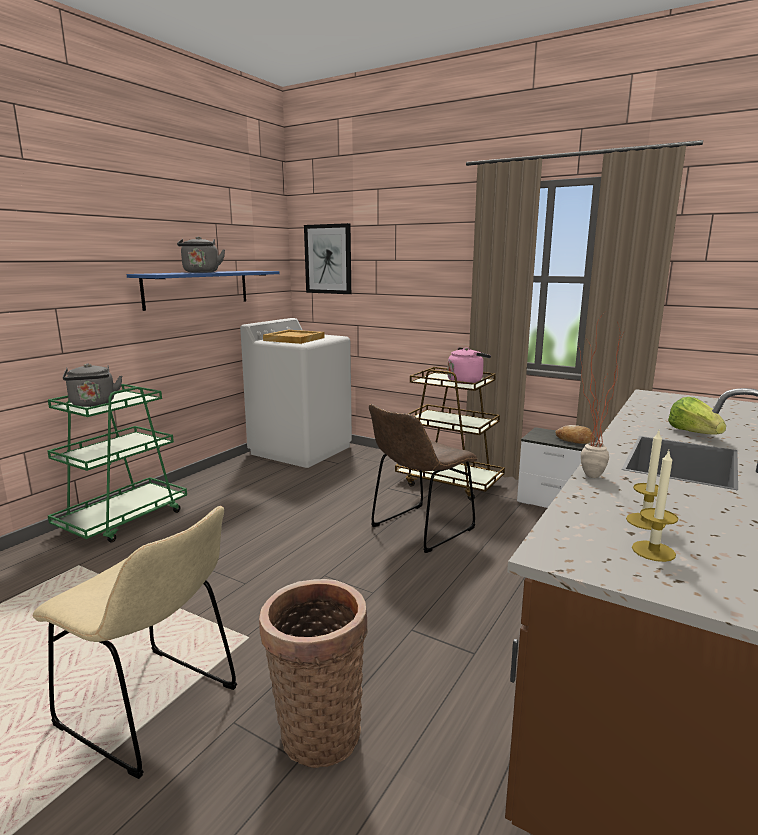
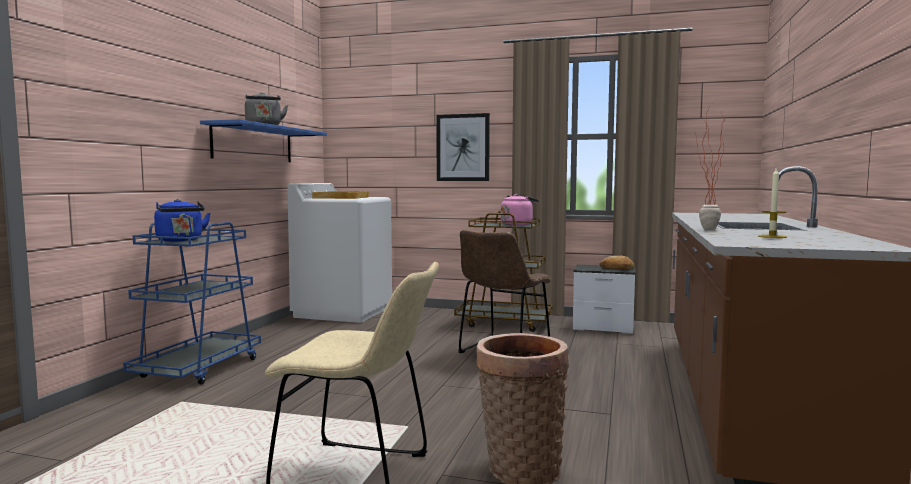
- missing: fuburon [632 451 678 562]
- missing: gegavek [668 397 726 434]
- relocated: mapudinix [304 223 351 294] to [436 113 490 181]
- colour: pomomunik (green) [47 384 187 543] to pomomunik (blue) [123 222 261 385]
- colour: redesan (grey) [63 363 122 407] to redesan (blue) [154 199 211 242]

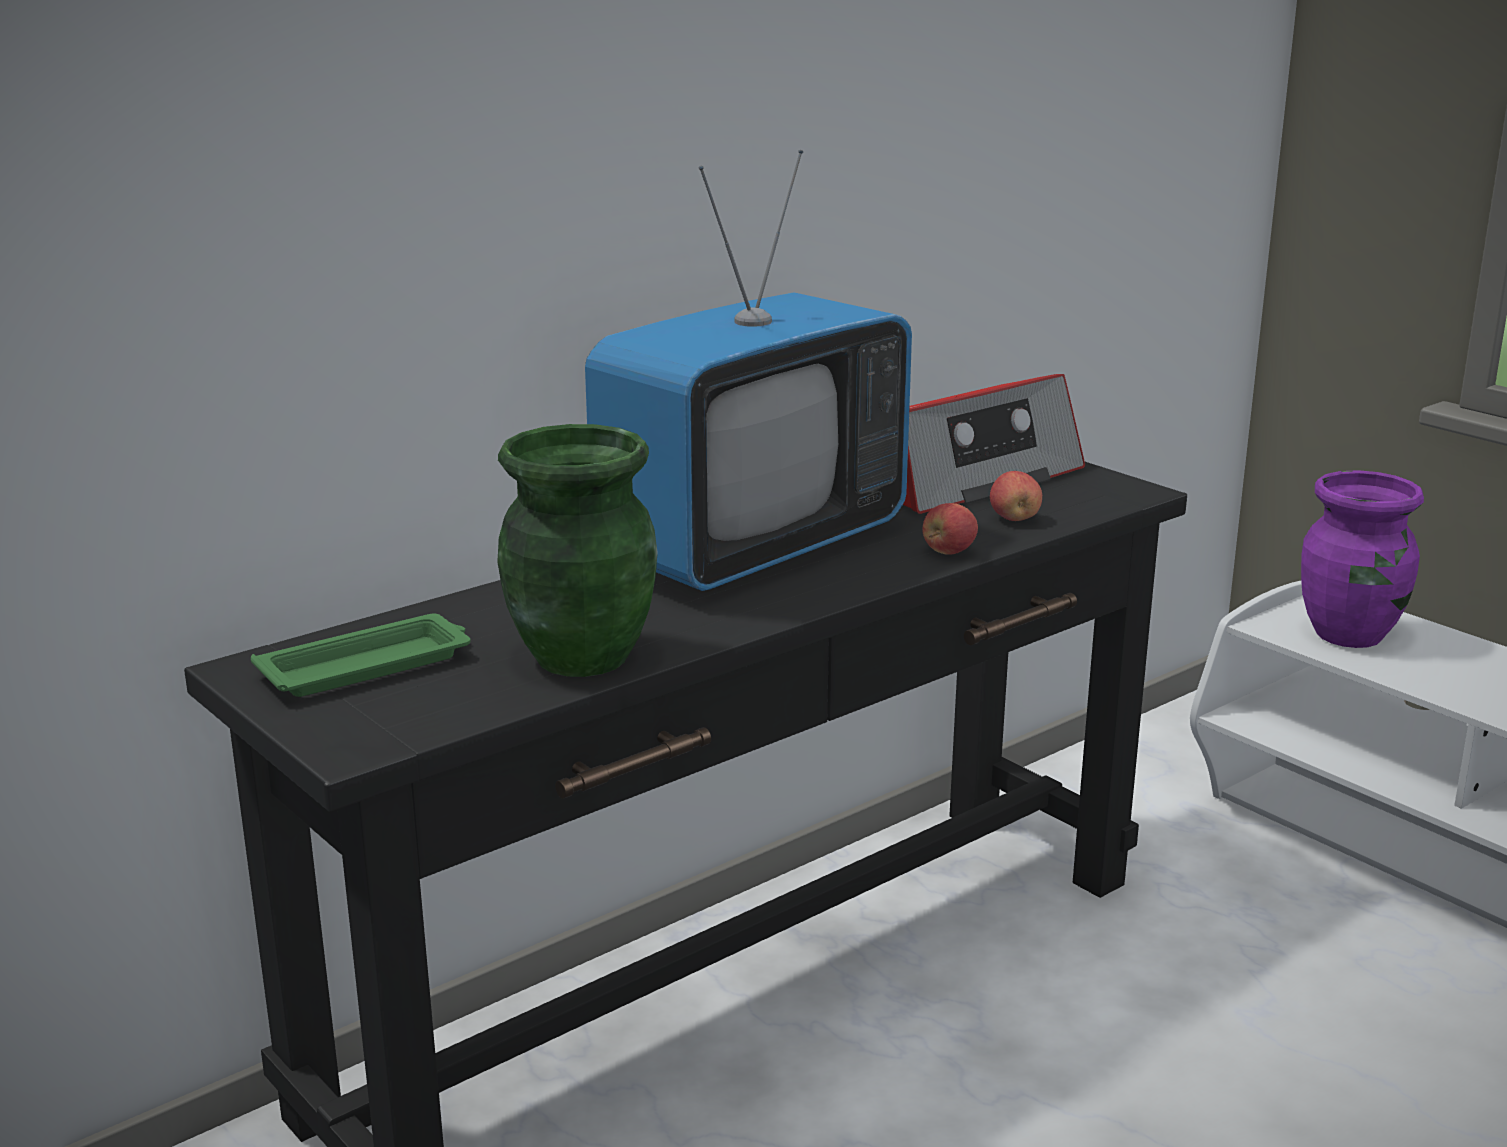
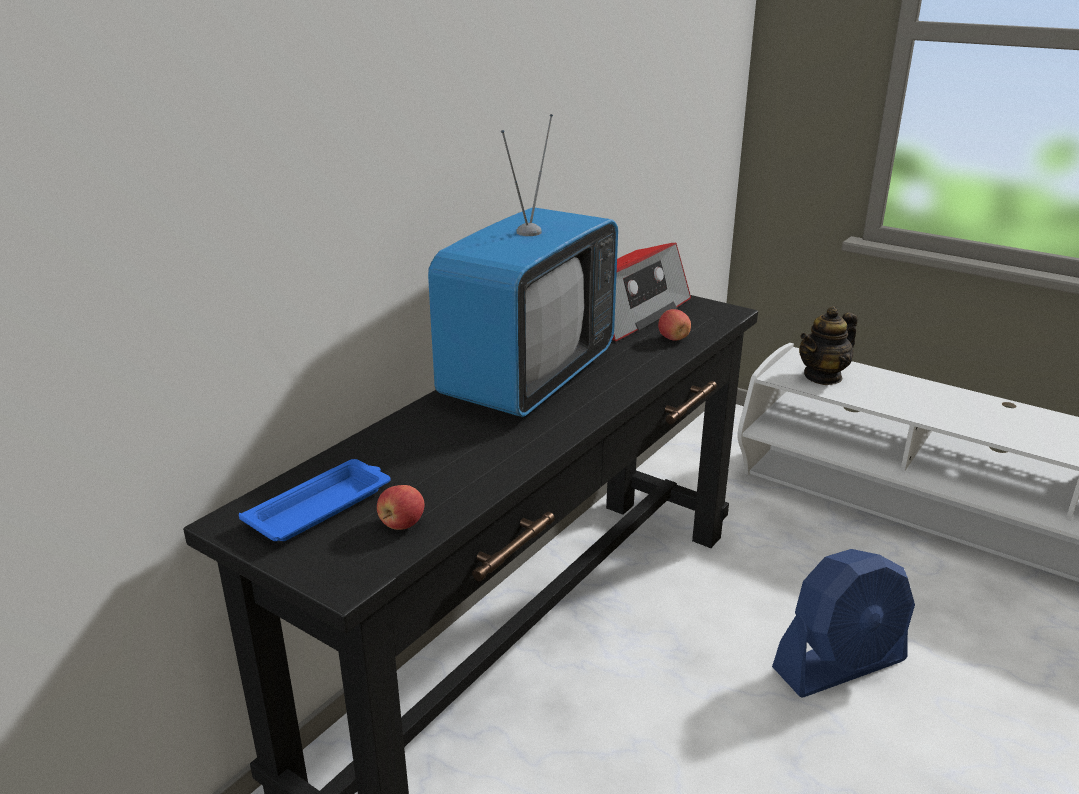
- missing: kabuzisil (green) [497 424 658 677]
- appeared: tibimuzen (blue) [772 549 915 697]
- relocated: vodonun [922 503 978 555] to [377 485 425 530]
- exchanged: kabuzisil (purple) [1301 470 1424 648] to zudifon [799 306 857 385]
- colour: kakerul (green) [251 614 471 697] to kakerul (blue) [239 459 391 541]

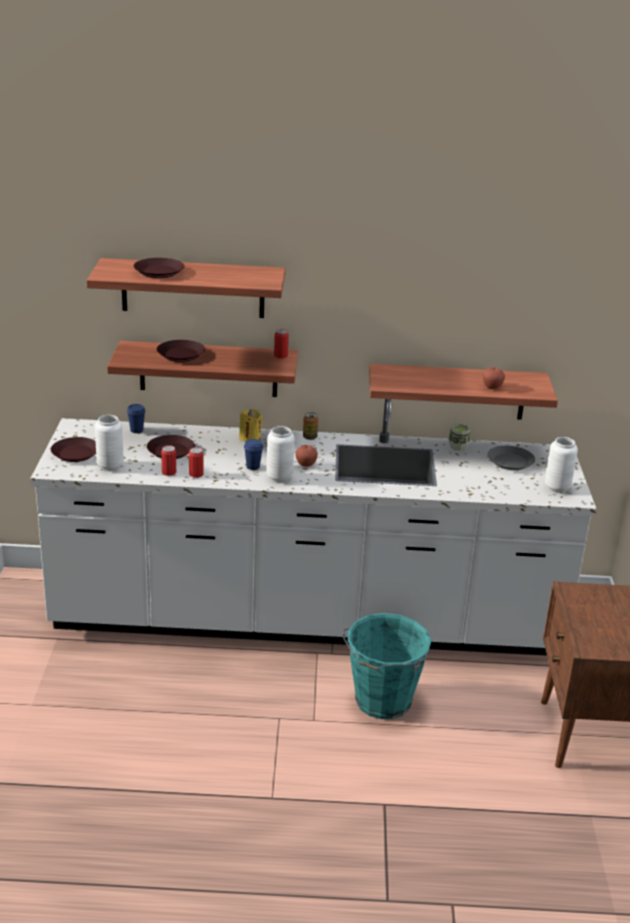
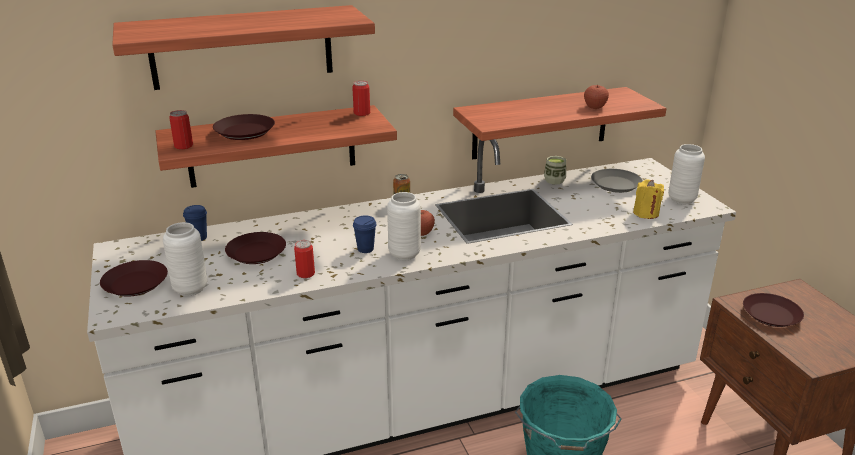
- relocated: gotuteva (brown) [134 258 184 278] to [743 293 804 327]
- relocated: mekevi [161 445 176 476] to [169 110 193 149]
- relocated: fuburon (yellow) [239 409 262 442] to [633 179 664 219]

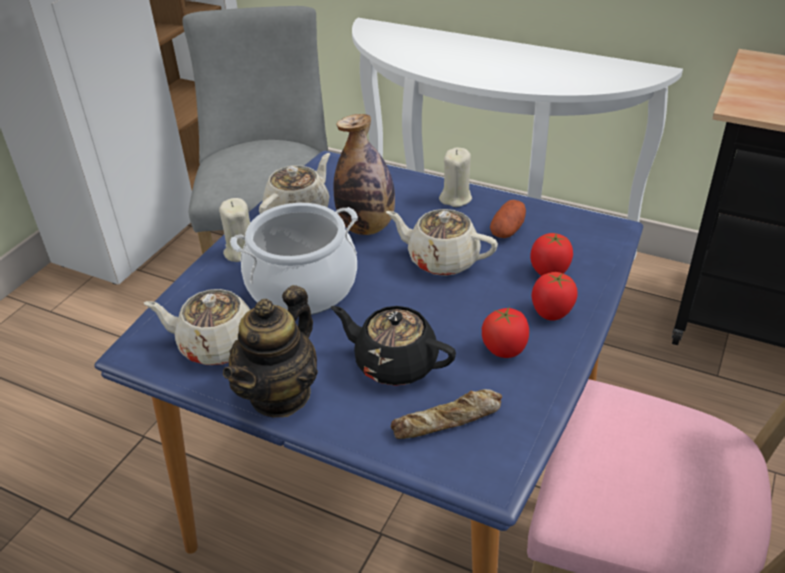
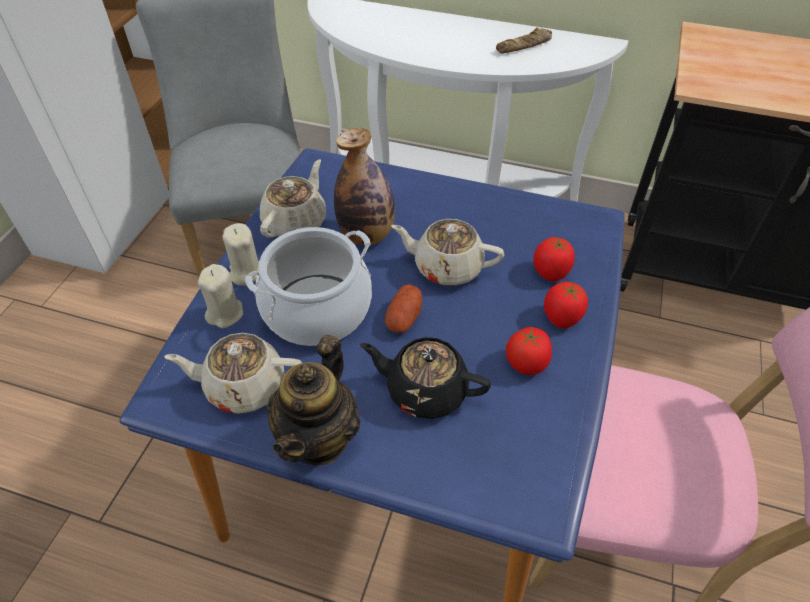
- relocated: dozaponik [391 389 502 439] to [496 27 552 54]
- relocated: fuburon (beige) [439 147 472 207] to [198 264 243 328]
- relocated: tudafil [490 200 526 238] to [385 284 422 333]

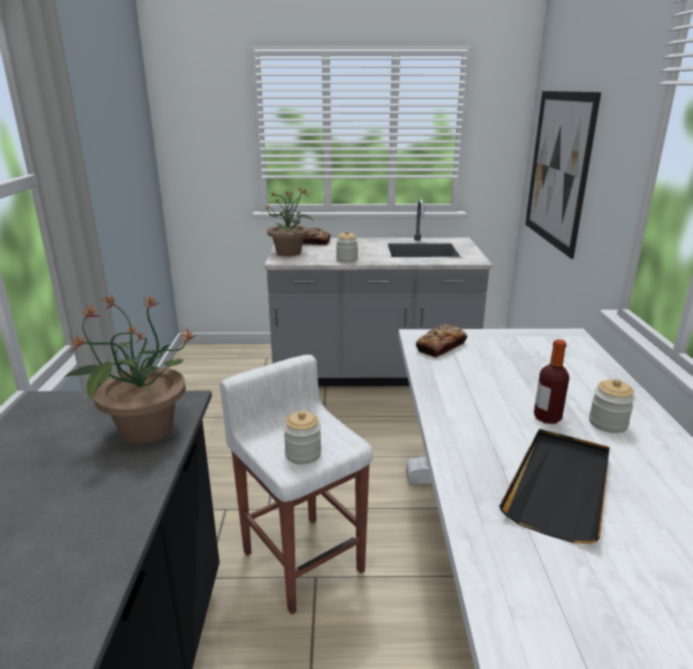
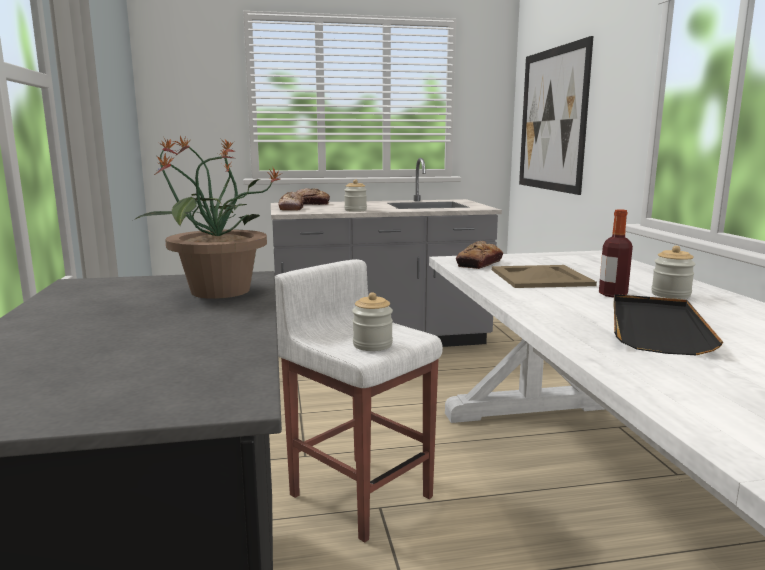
- appeared: kakerul (beige) [492 265 597 288]
- exchanged: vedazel [265 186 313 256] to dozaponik [278 192 305 211]

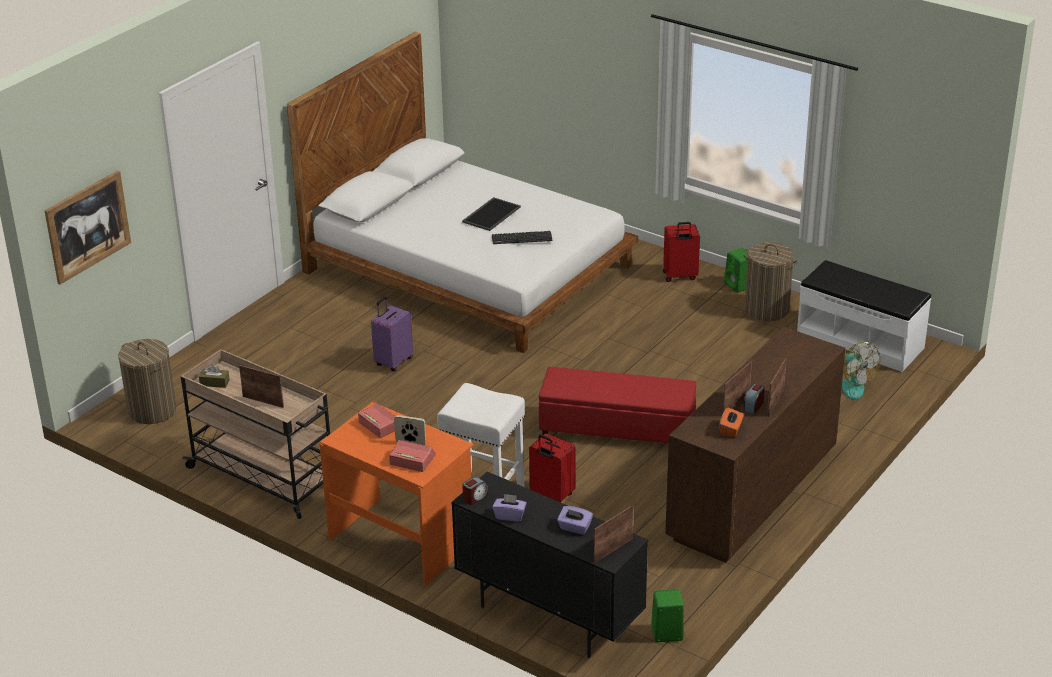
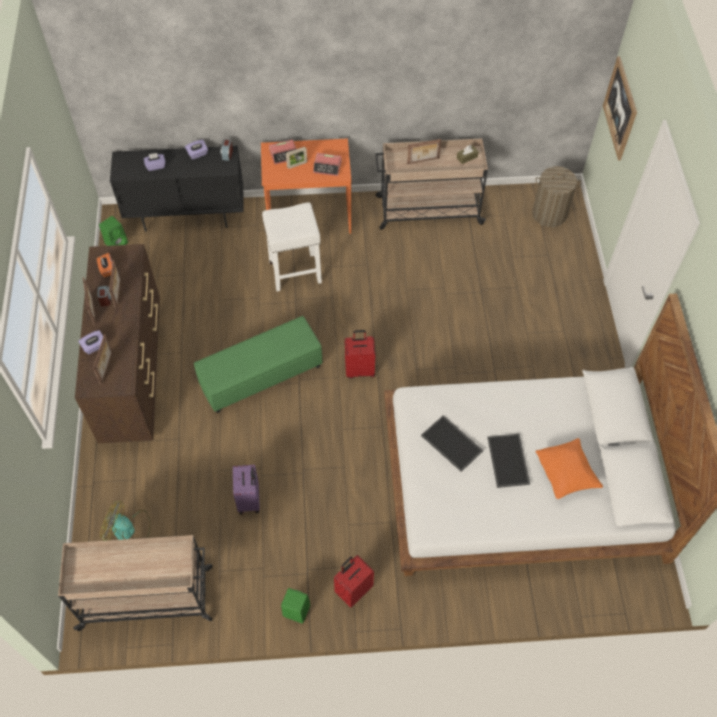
- missing: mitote [743 242 798 321]
- appeared: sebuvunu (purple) [78 330 103 354]
- appeared: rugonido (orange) [535 438 603 499]
- relocated: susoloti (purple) [371 296 413 371] to [233 464 260 515]
- relocated: susoloti (red) [529 433 576 503] to [345 330 375 379]
- relocated: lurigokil [594 505 634 563] to [93 334 112 385]
- exchanged: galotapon [492 231 553 244] to kakerul [421 415 484 472]
- exchanged: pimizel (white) [797 260 931 372] to pomomunik (beige) [58 535 213 631]
- colour: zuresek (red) [539 367 697 443] to zuresek (green) [194 316 322 413]

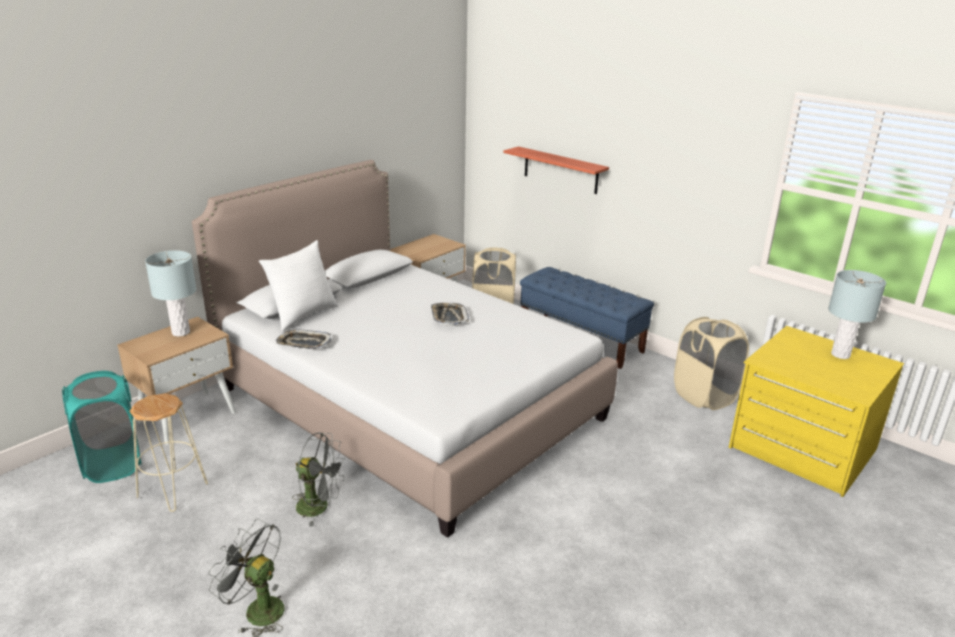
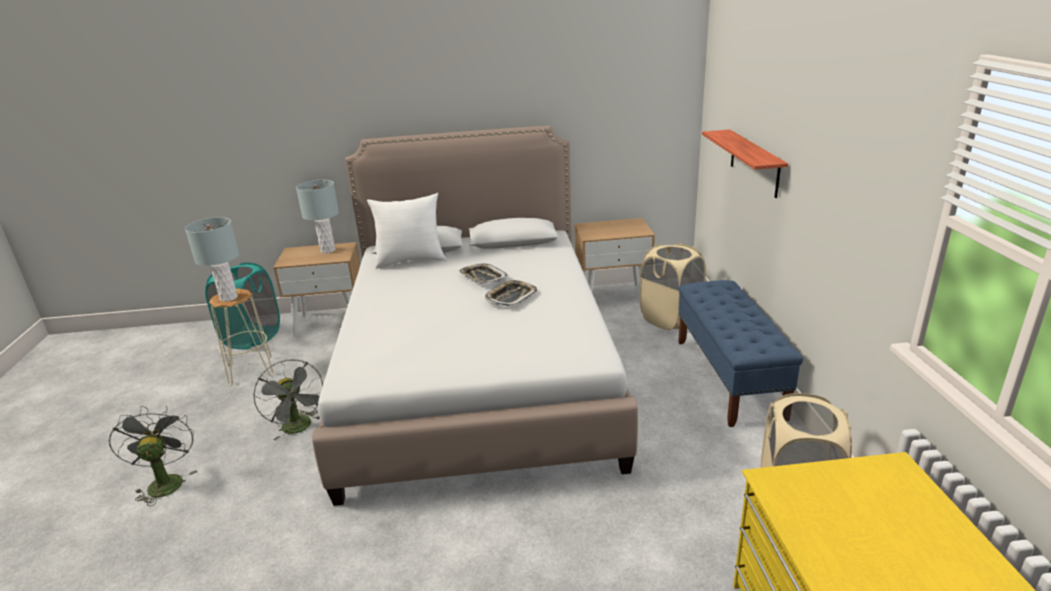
- relocated: kakerul [276 329 331 349] to [459 264 508 284]
- relocated: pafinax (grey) [828 270 886 359] to [185 217 239 302]

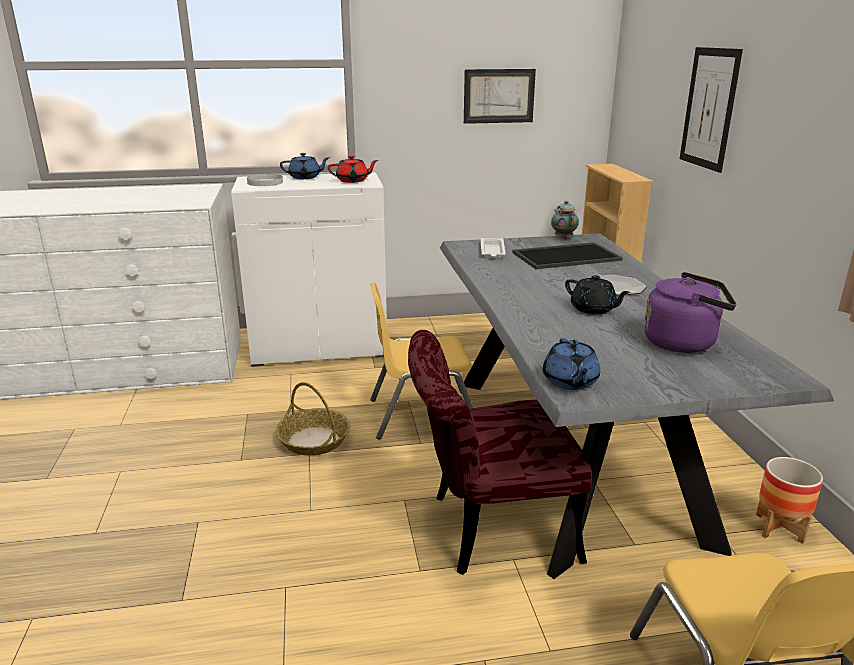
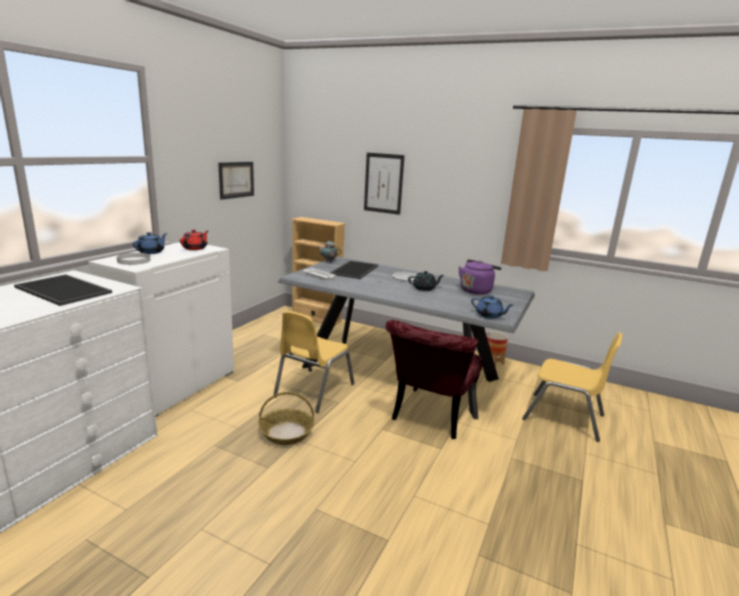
- appeared: kakerul [14 274 112 306]

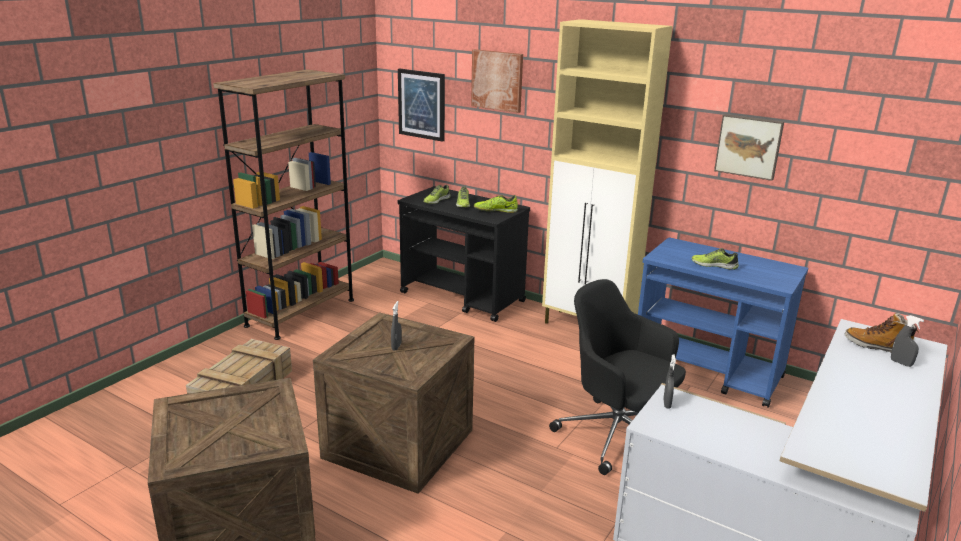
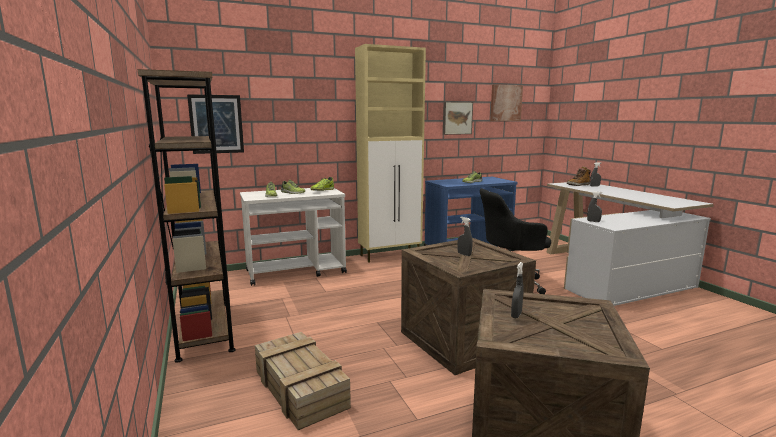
- appeared: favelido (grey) [511 262 524 318]
- relocated: mapudinix [471 49 523 113] to [490 84 523 121]
- colour: pomomunik (black) [398 186 530 322] to pomomunik (white) [240 188 347 286]

